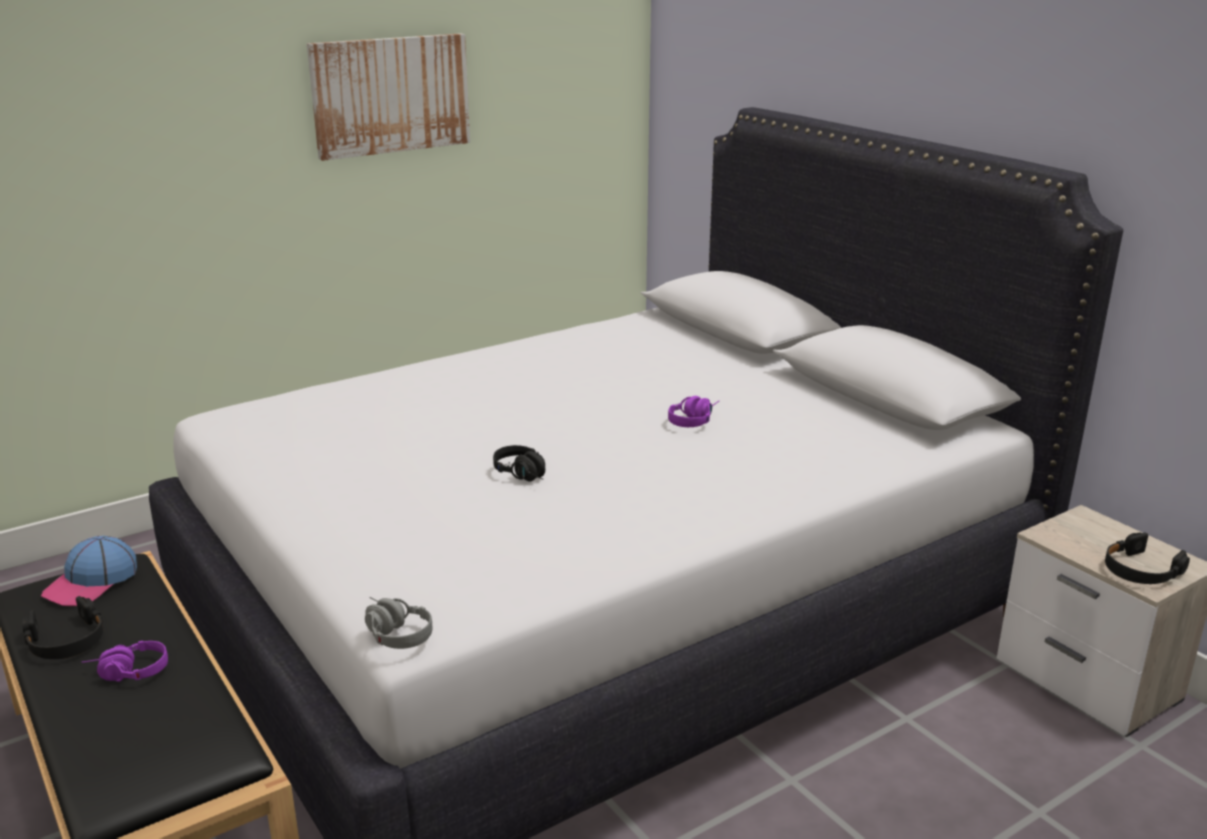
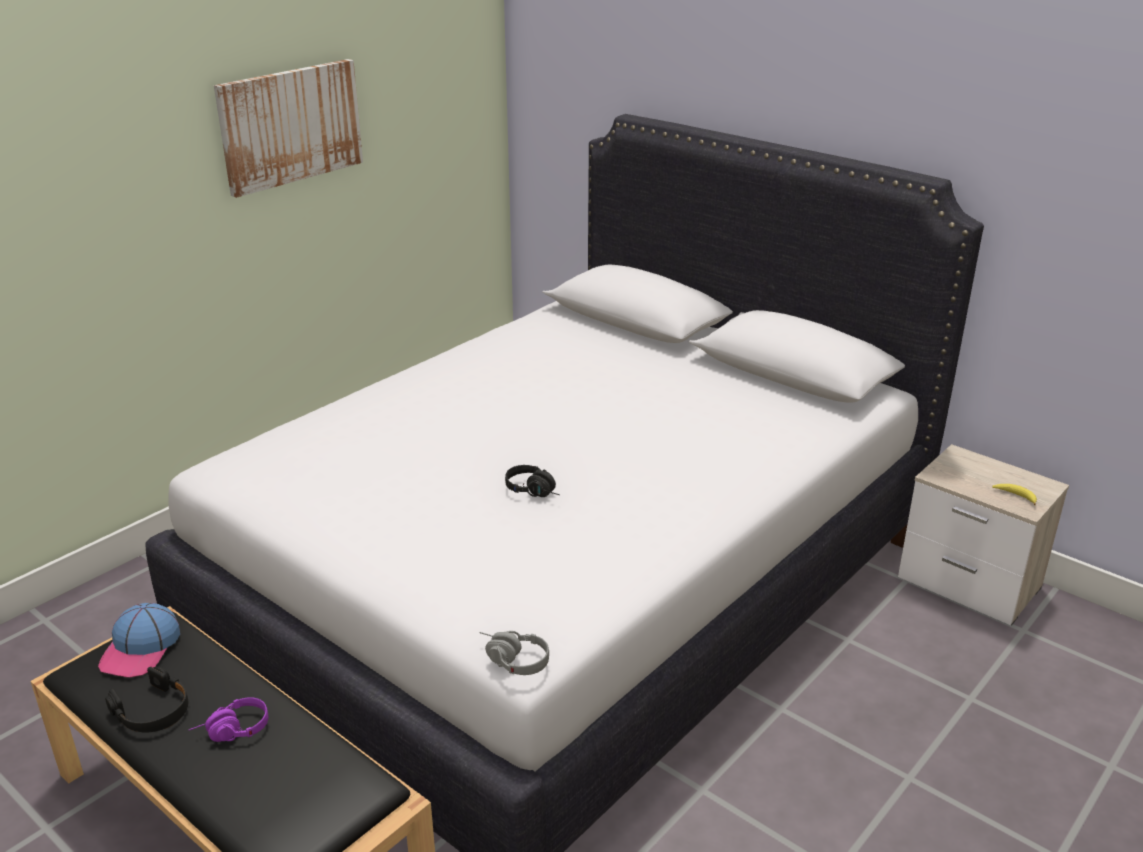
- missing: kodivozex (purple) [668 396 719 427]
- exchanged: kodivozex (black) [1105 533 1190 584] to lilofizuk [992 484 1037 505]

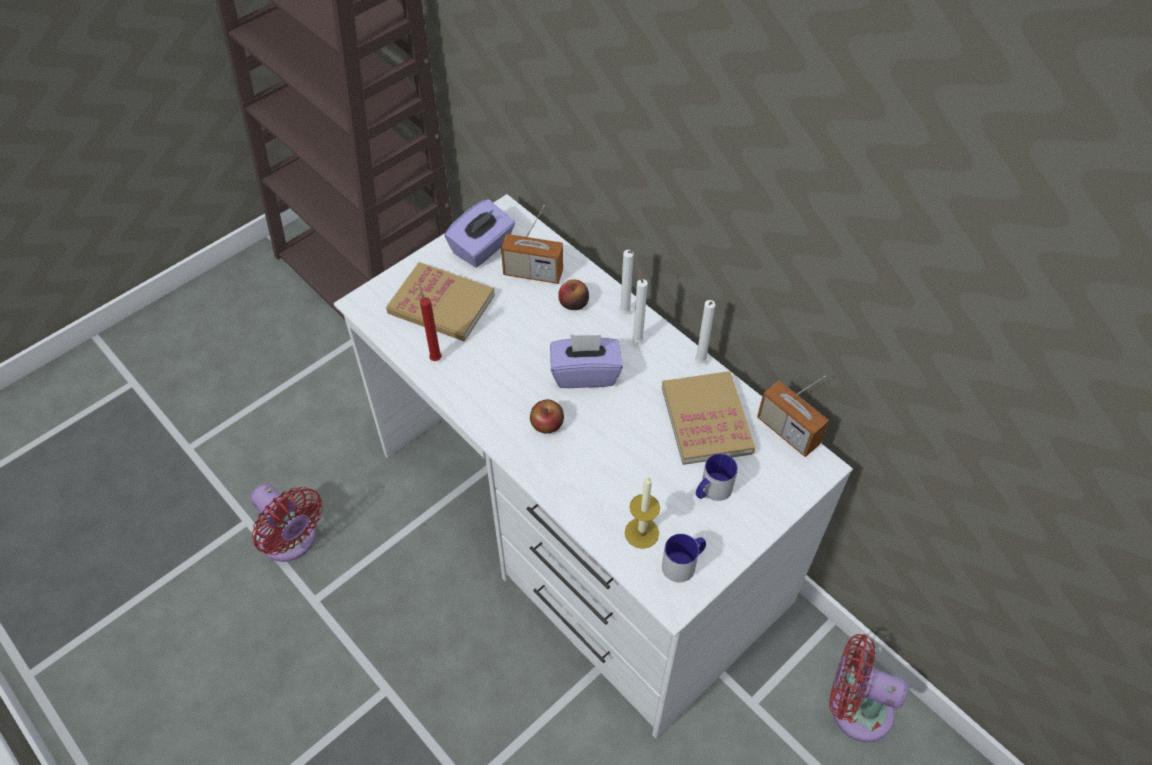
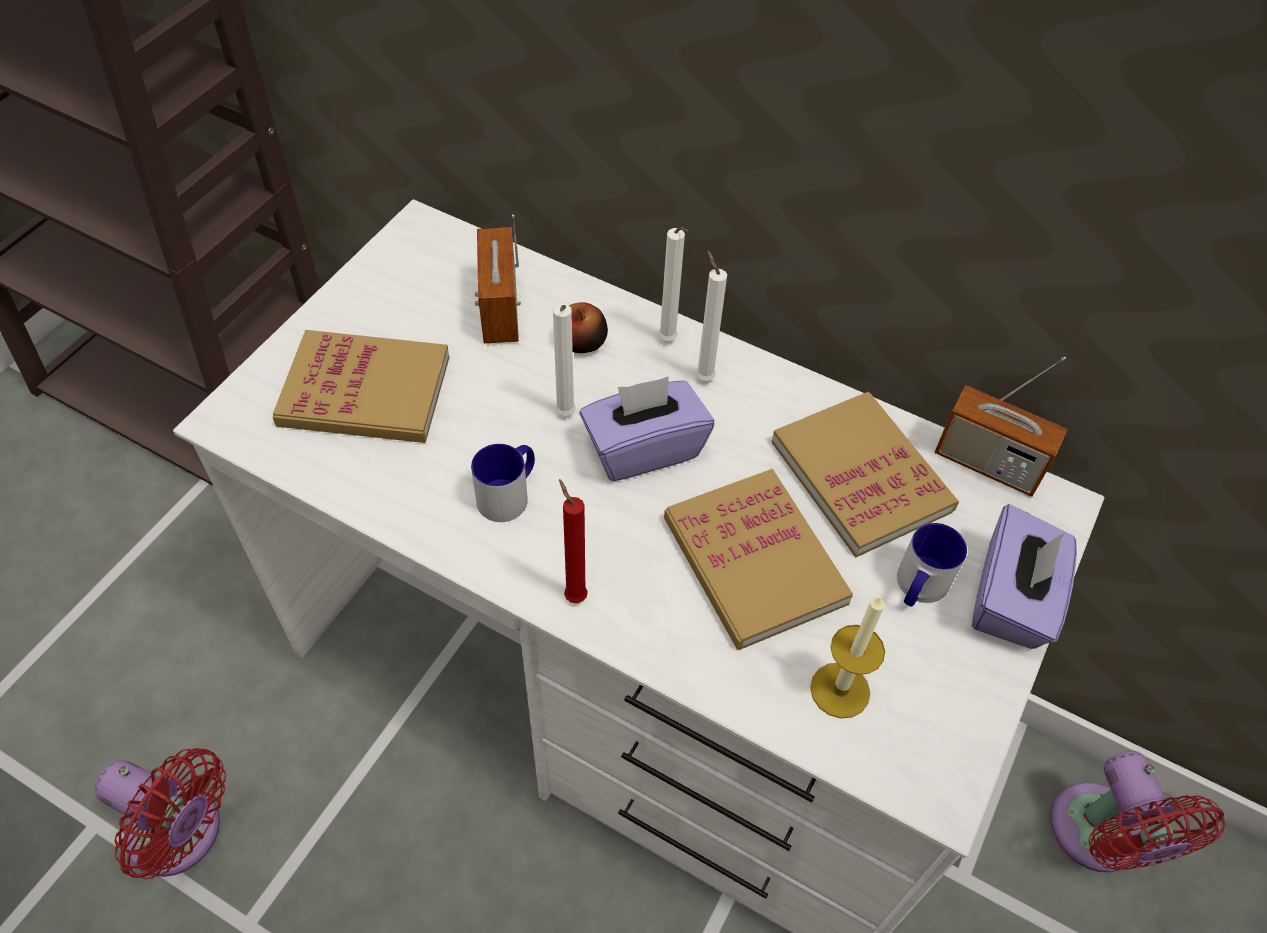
- missing: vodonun [530 399 564 434]
- appeared: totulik [664 469 853 650]
- relocated: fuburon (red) [420 286 442 361] to [559 479 588 603]
- relocated: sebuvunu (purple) [444 199 515 268] to [972 504 1077 649]
- relocated: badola [662 534 706 583] to [471 444 535 522]
- relocated: fuburon (white) [695 300 716 364] to [553 303 576 416]
- spun: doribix [501 205 563 284] = [475 215 521 343] 90 degrees clockwise
- spun: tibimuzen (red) [829 634 908 742] = [1051 751 1225 873] 105 degrees counterclockwise

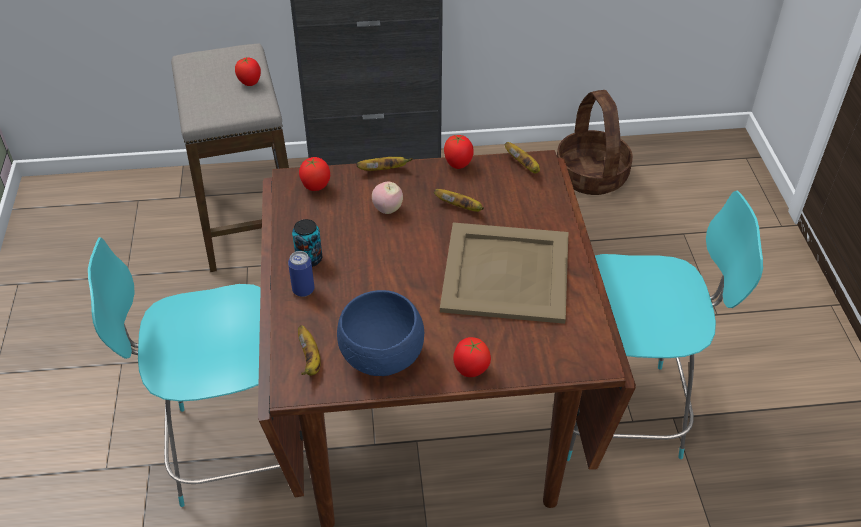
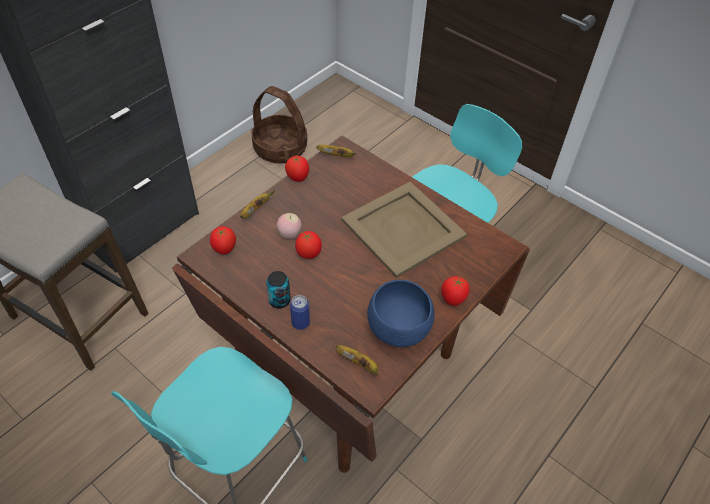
- missing: lilofizuk [434 189 484 212]
- relocated: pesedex [235 57 261 86] to [295 231 322 259]

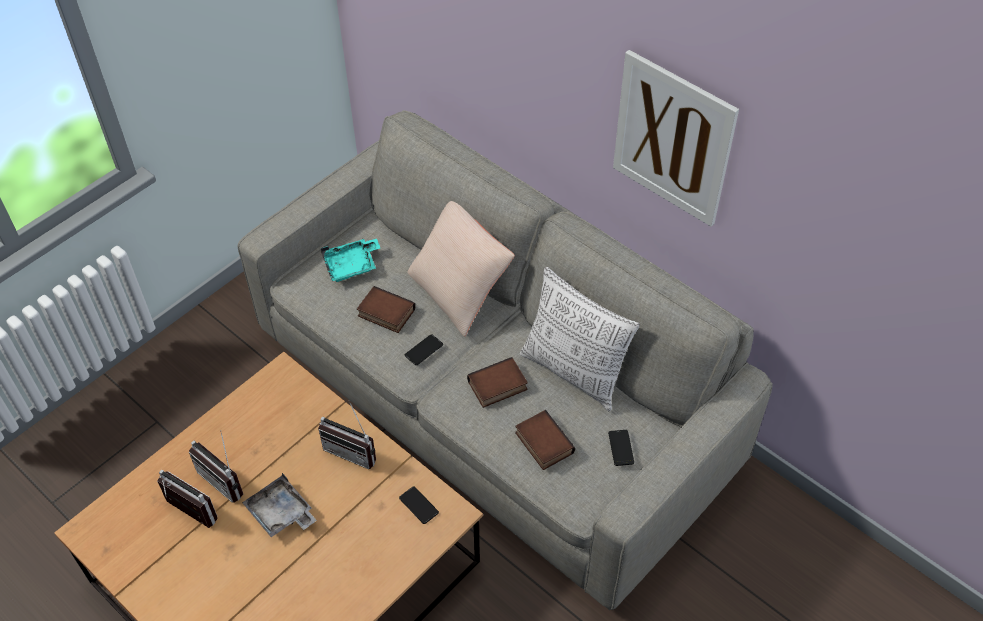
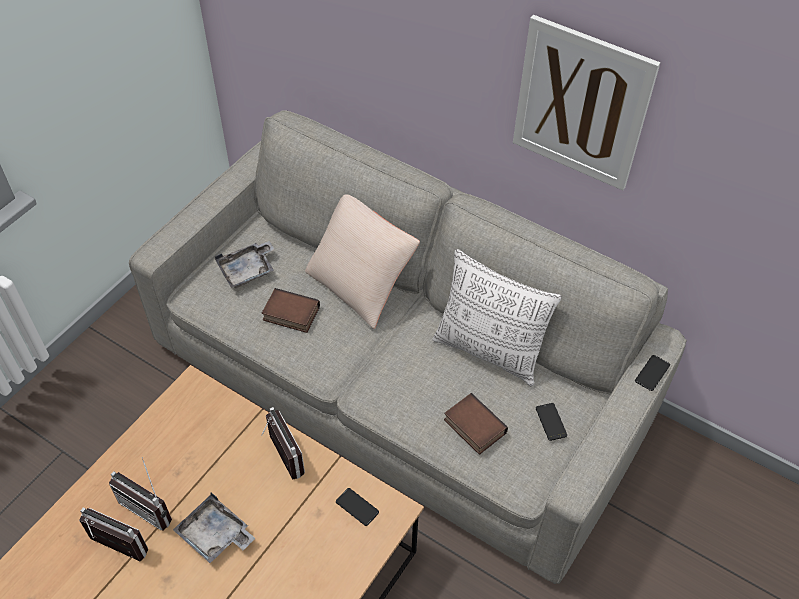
- missing: totulik [467 357 528 408]
- relocated: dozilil [405 334 443 365] to [635 355 670 391]
- colour: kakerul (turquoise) [321 239 380 282] to kakerul (grey) [215 241 275 288]
- spun: doribix [318 400 376 469] = [261 407 305 480] 135 degrees counterclockwise

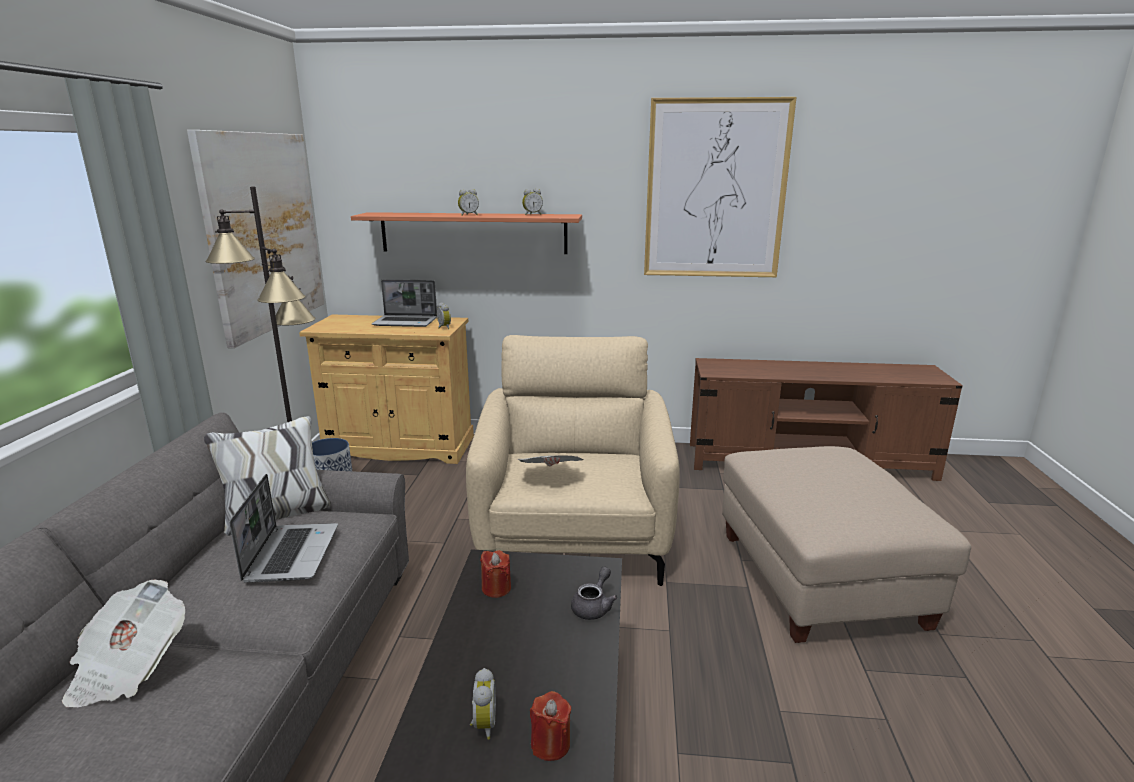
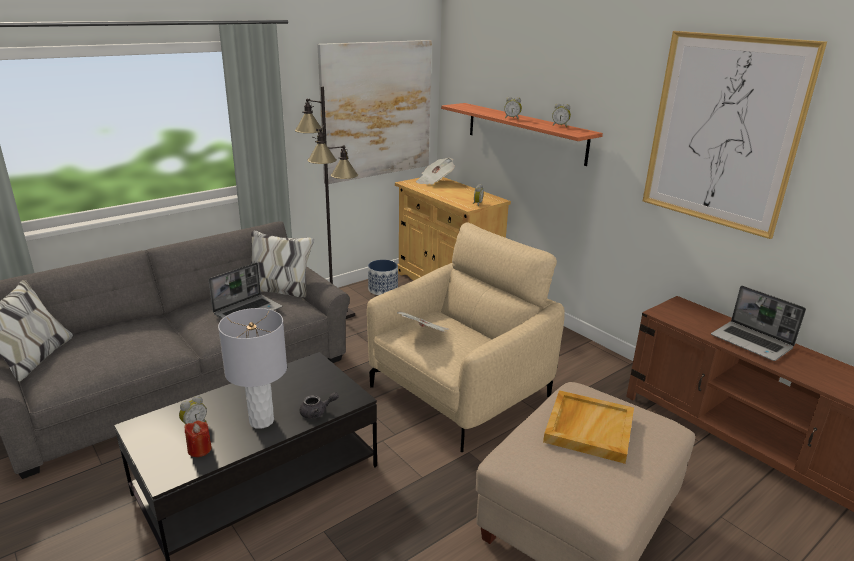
- missing: fuburon (red) [480 550 511 598]
- appeared: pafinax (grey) [218 308 287 429]
- appeared: kakerul (beige) [543 390 634 464]
- relocated: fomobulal [62 580 185 707] to [416 158 455 185]
- relocated: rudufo [372 279 437 327] to [711 286 806 361]

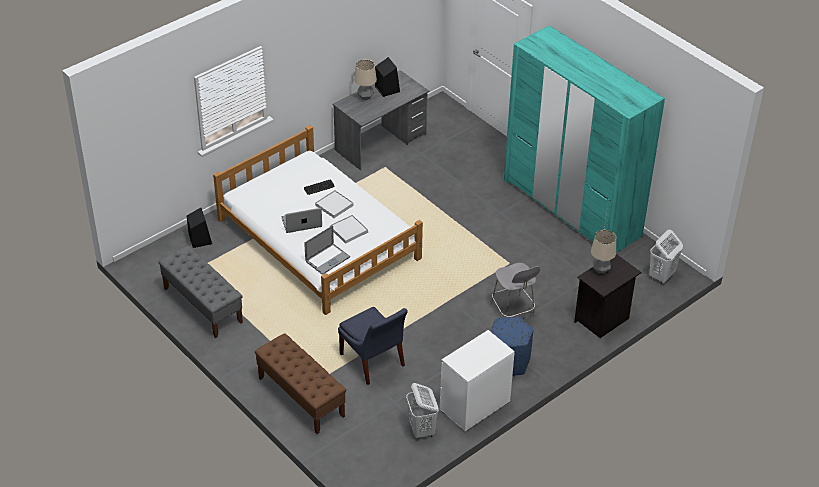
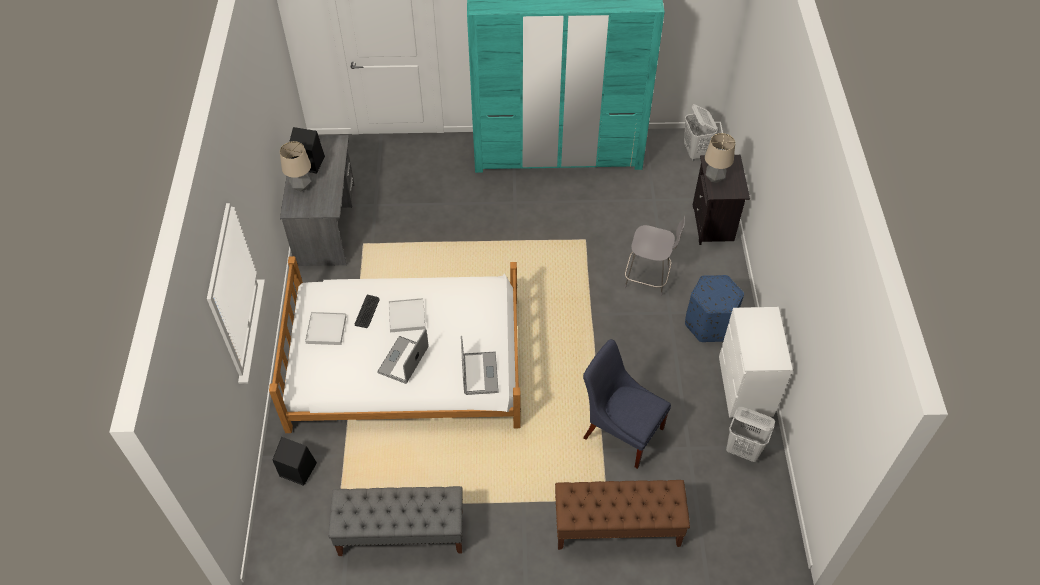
- relocated: kakerul (white) [330 215 368 244] to [305 312 346 345]
- spun: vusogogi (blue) [338 307 408 385] = [583 339 671 469] 150 degrees counterclockwise

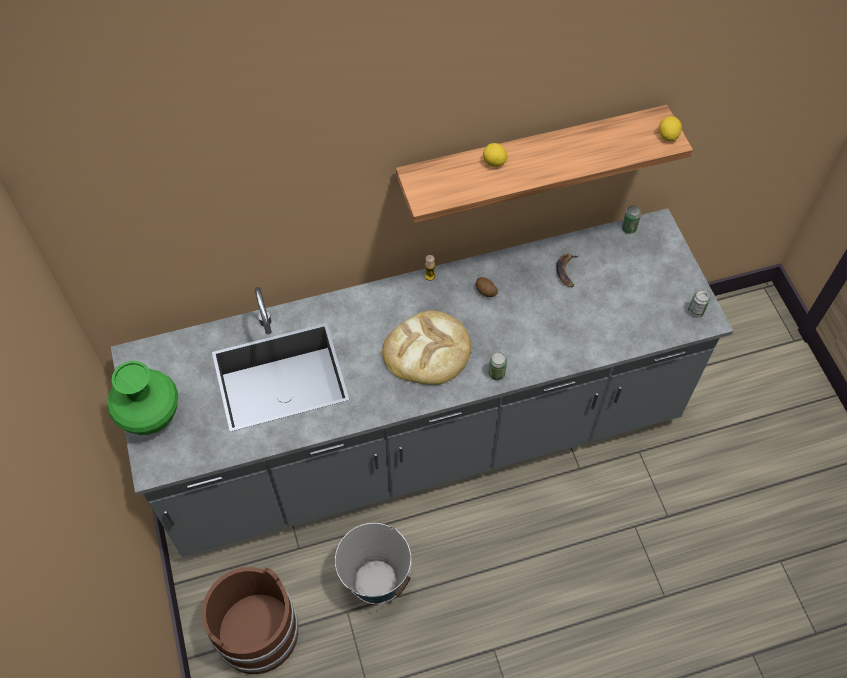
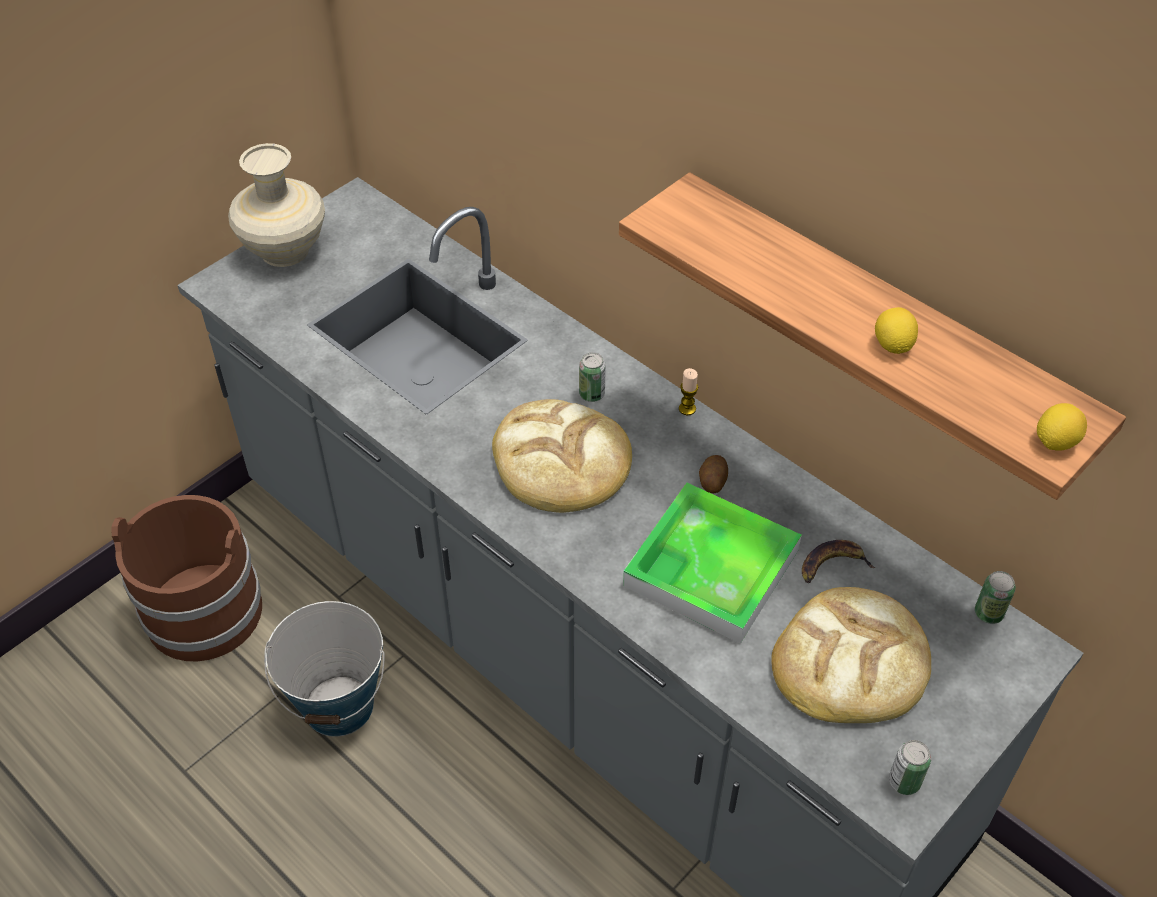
- appeared: kakerul [623 483 802 644]
- appeared: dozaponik [771 587 931 723]
- relocated: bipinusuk [483 143 507 167] to [875 307 918 354]
- relocated: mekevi [489 352 507 380] to [579 352 606 402]
- colour: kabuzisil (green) [107 361 178 435] to kabuzisil (beige) [228 143 325 267]

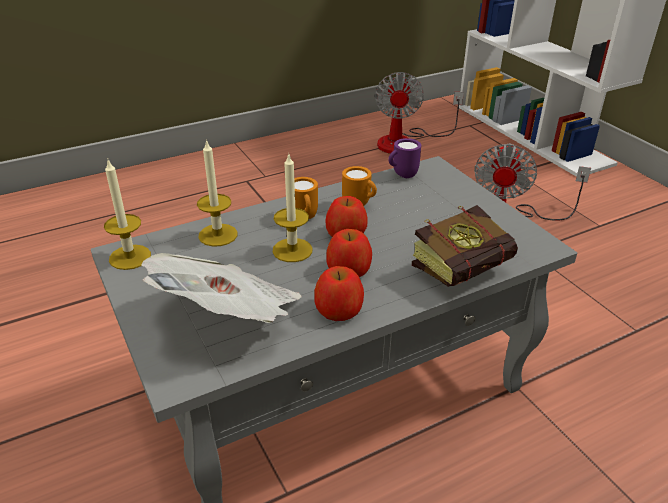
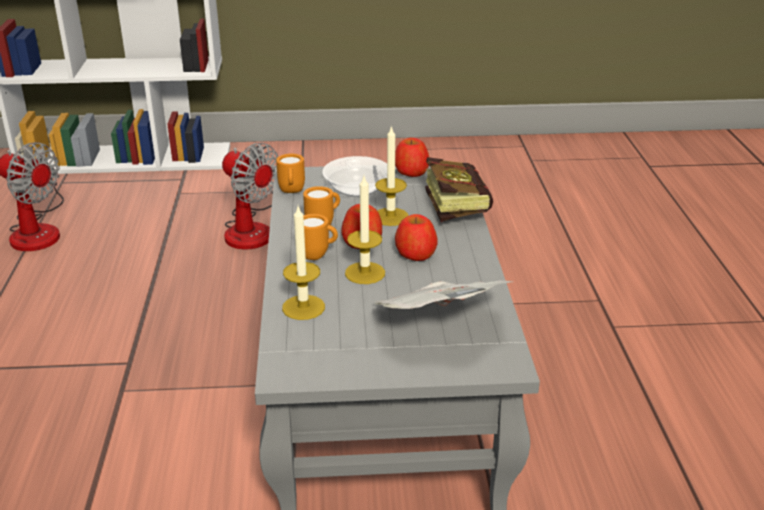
- appeared: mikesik [322 156 387 197]
- relocated: fuburon [104 160 151 270] to [375 125 409 226]
- relocated: vodonun [314 266 364 321] to [395 138 430 177]
- colour: badola (purple) [388 138 421 178] to badola (orange) [276 154 305 193]

